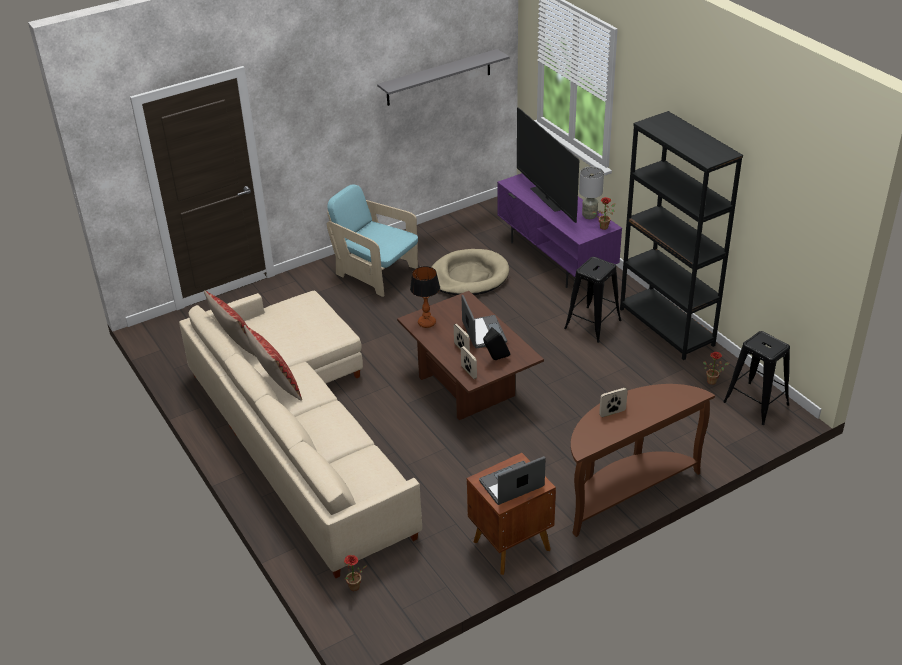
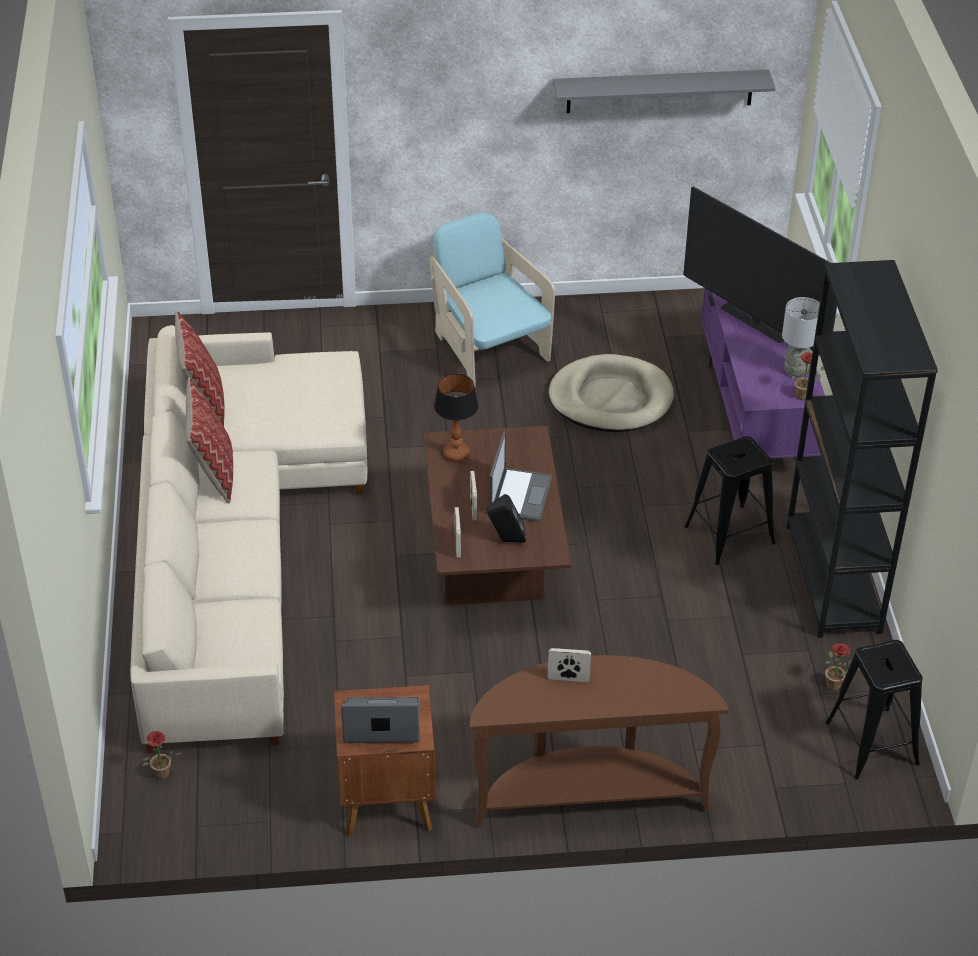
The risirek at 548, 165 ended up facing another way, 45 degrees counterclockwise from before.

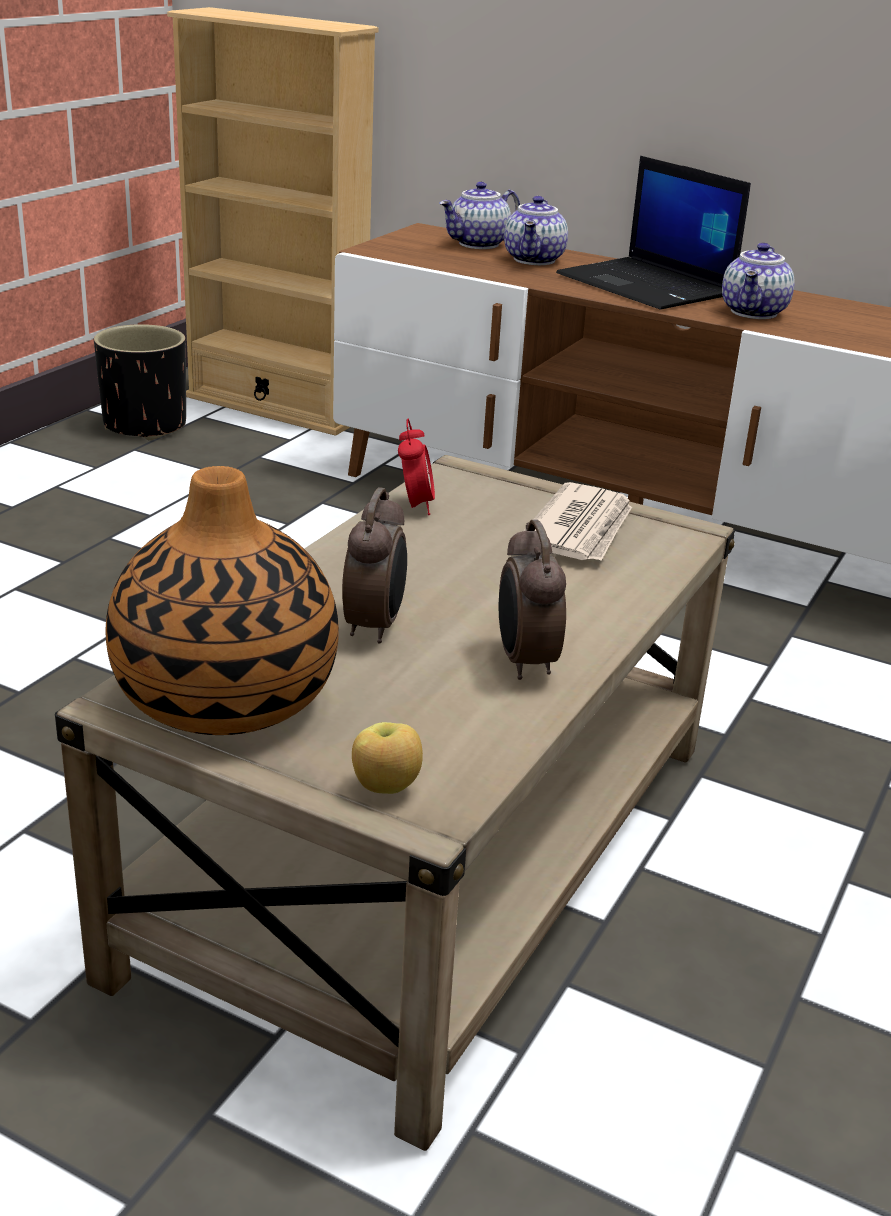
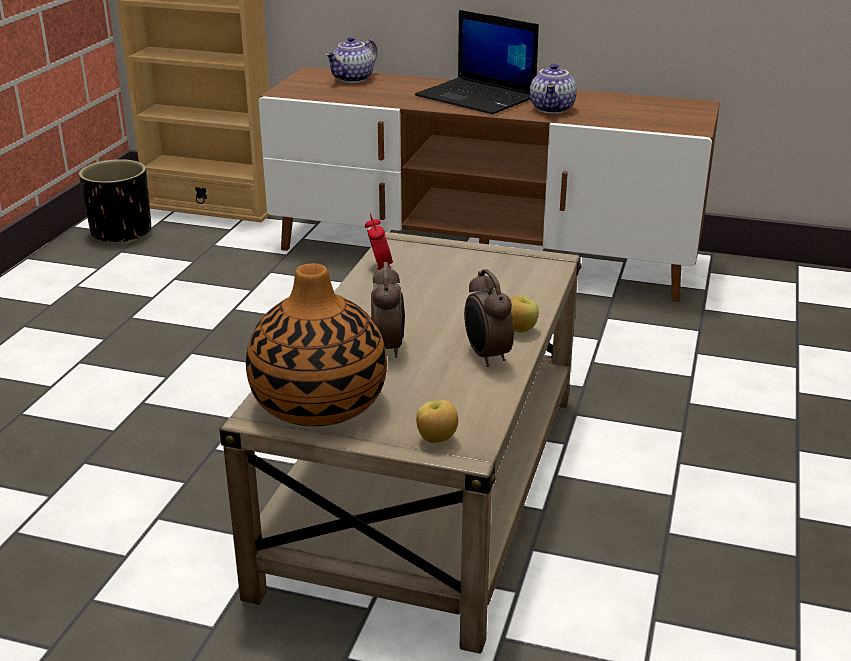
The second view lost the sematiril at 536, 230.
The second view lost the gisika at 577, 521.
The second view gained the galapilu at 524, 314.

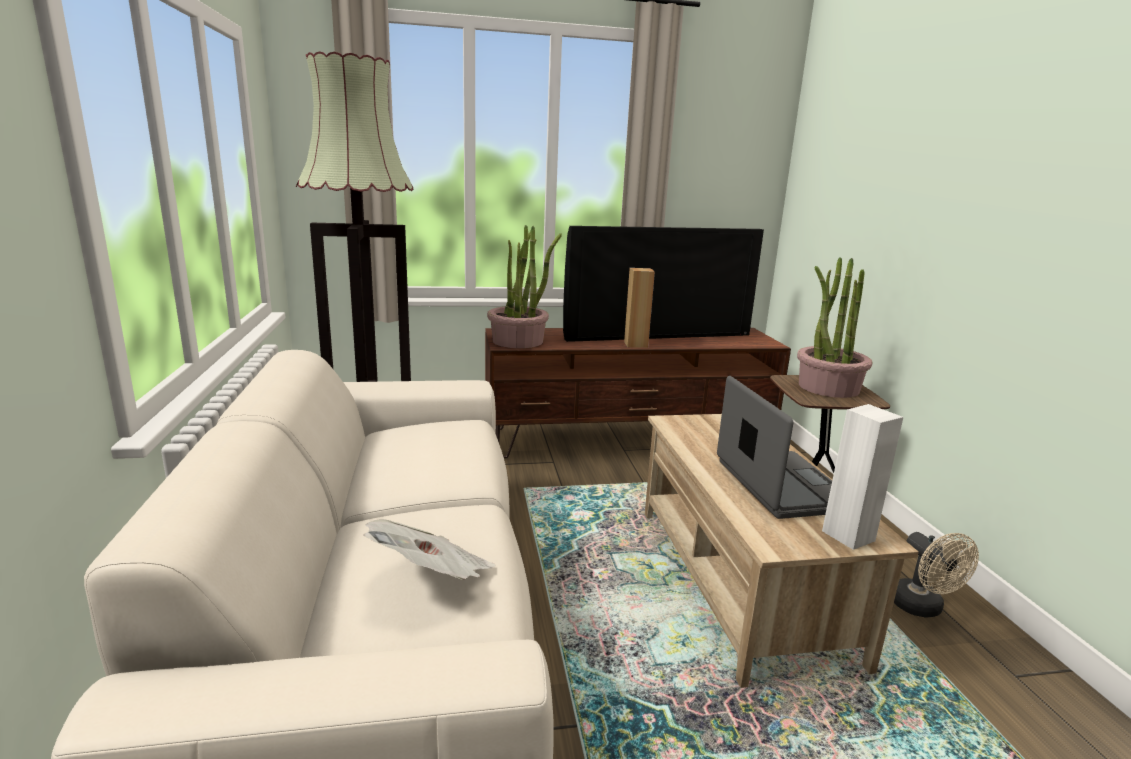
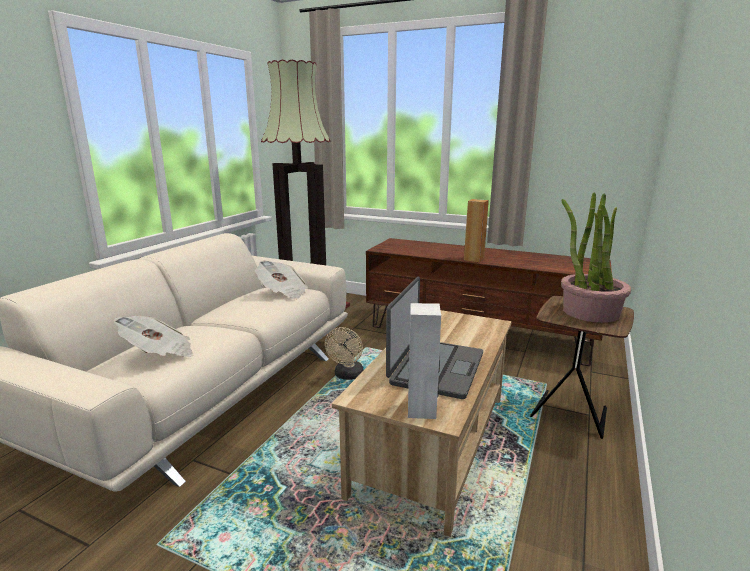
The second view lost the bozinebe at 524, 286.
The second view lost the risirek at 663, 284.
The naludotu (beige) ended up elsewhere, having gone from 936, 575 to 344, 353.
The second view gained the gisika at 281, 279.

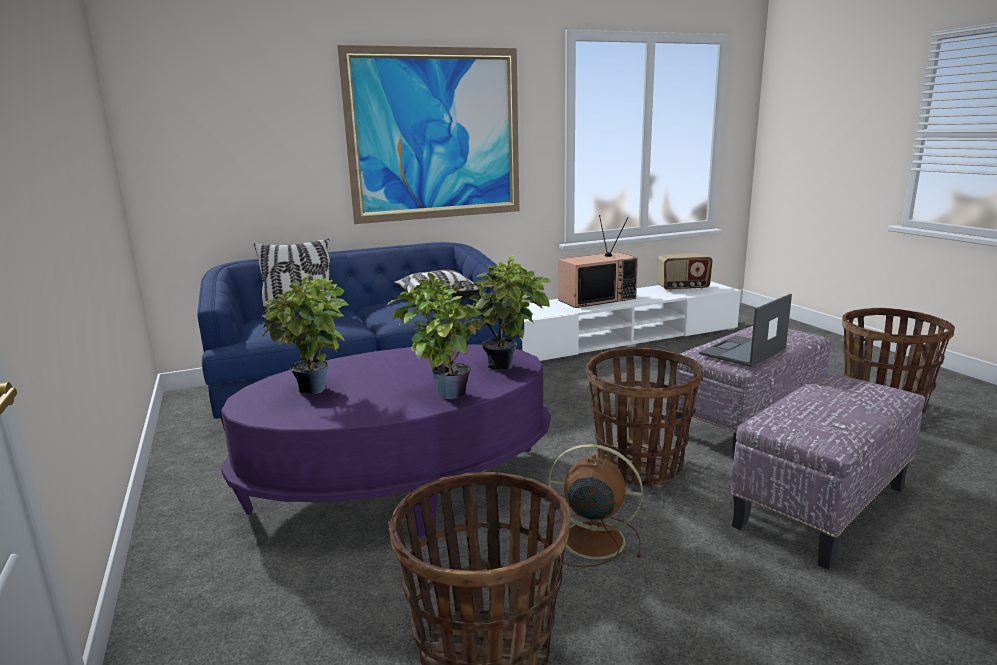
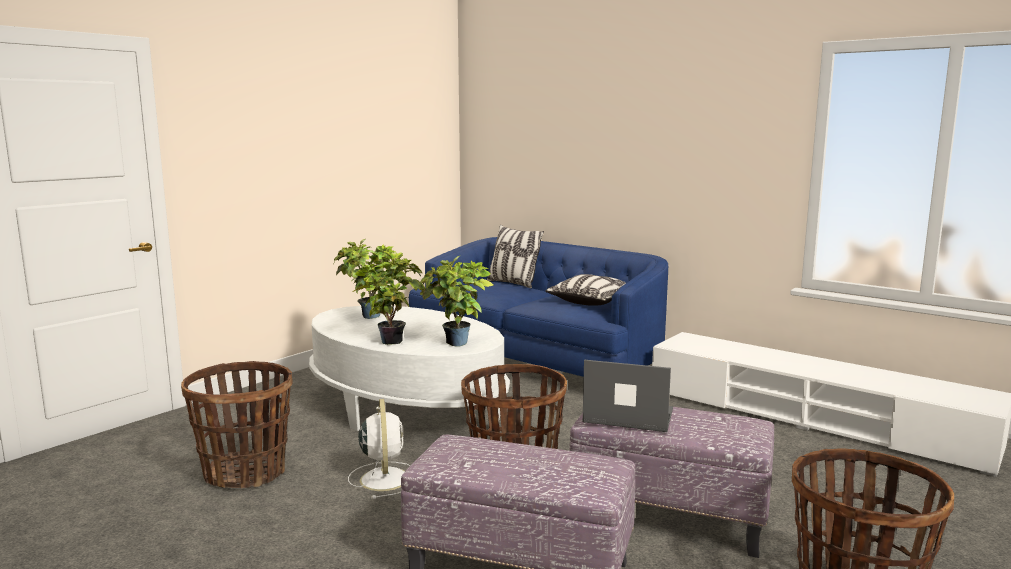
The second view lost the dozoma at 428, 134.
The second view lost the risirek at 598, 261.
The second view lost the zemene at 685, 272.
What was the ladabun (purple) at 386, 441 turned into the ladabun (white) at 409, 368.
What was the naludotu (brown) at 595, 505 turned into the naludotu (white) at 379, 449.

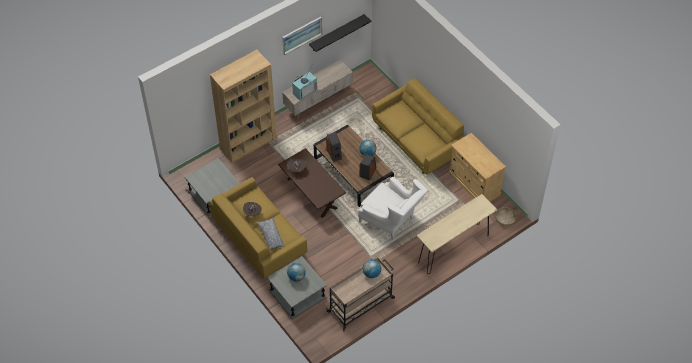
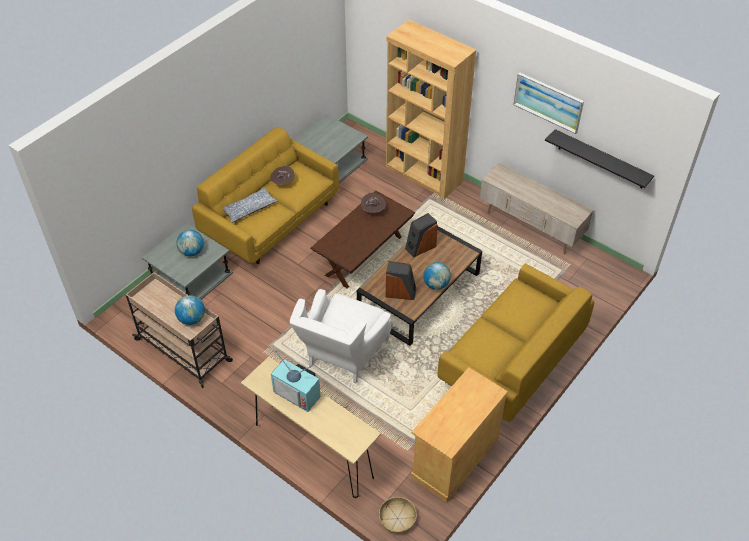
The risirek ended up elsewhere, having gone from 304, 82 to 296, 381.

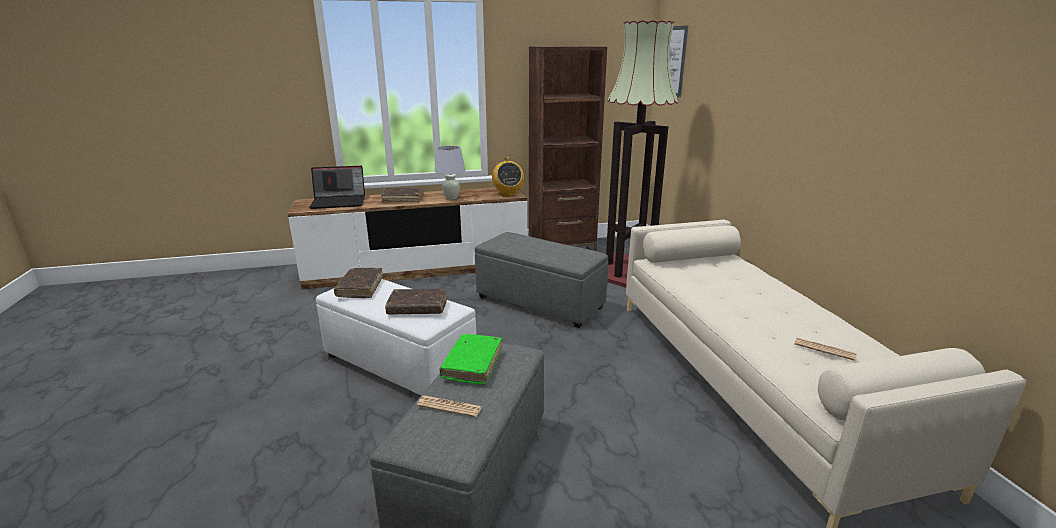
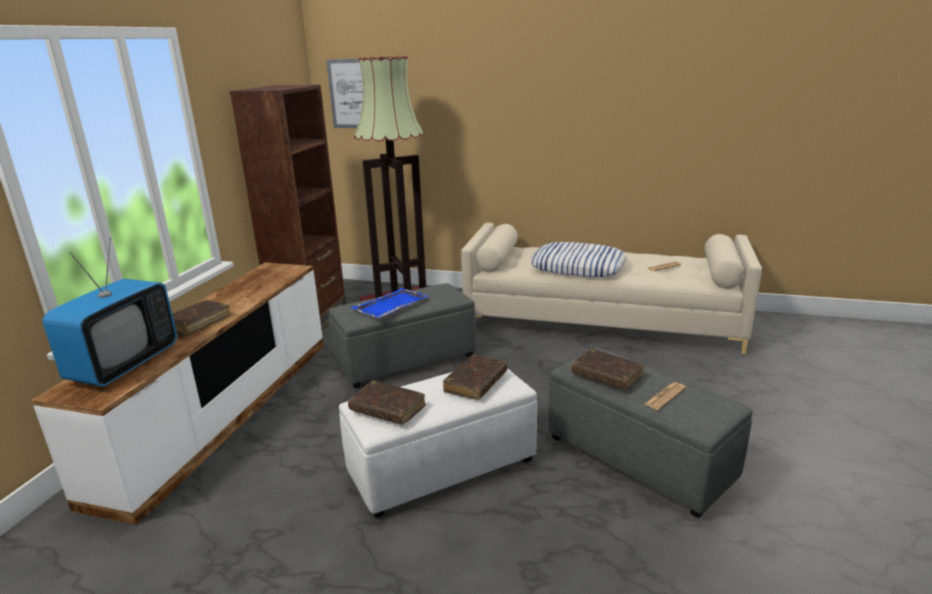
The second view lost the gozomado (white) at 450, 173.
The second view lost the zemene at 508, 176.
Where the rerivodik stood at 337, 187, the risirek came to stand at 109, 312.
What was the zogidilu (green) at 470, 359 turned into the zogidilu (brown) at 607, 369.
The second view gained the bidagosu at 578, 259.
The second view gained the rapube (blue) at 389, 303.

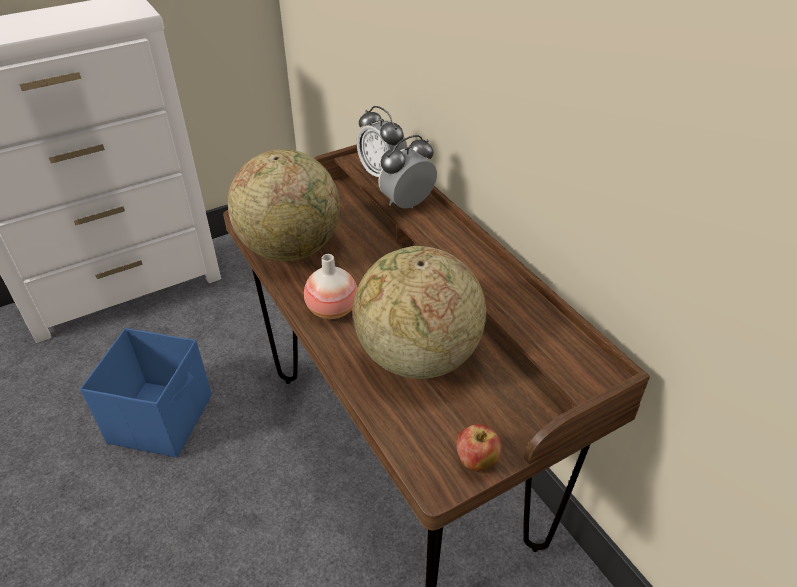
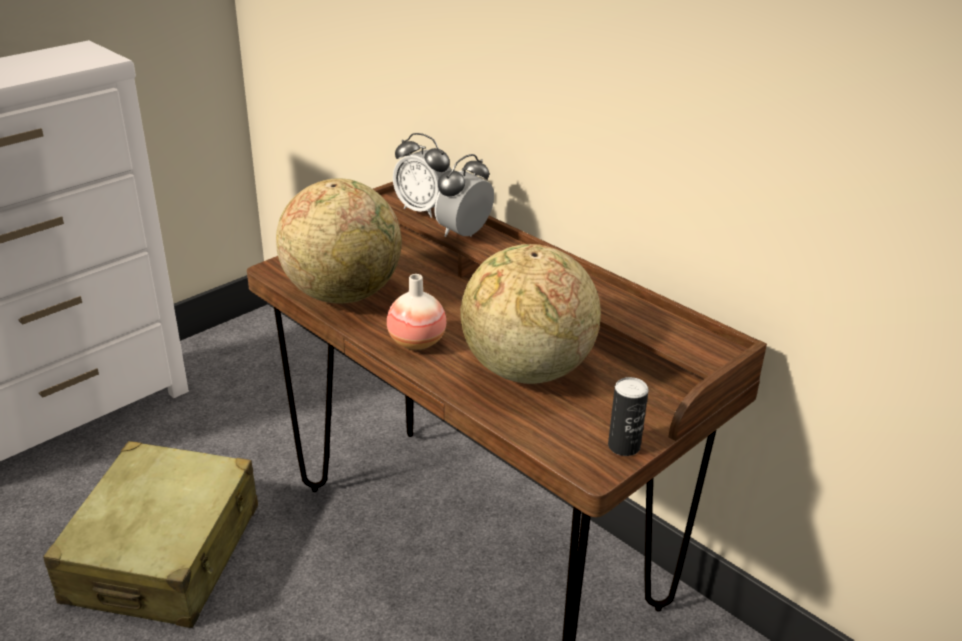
Where the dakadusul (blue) stood at 146, 393, the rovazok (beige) came to stand at 150, 534.
Where the galapilu stood at 478, 448, the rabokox came to stand at 628, 416.

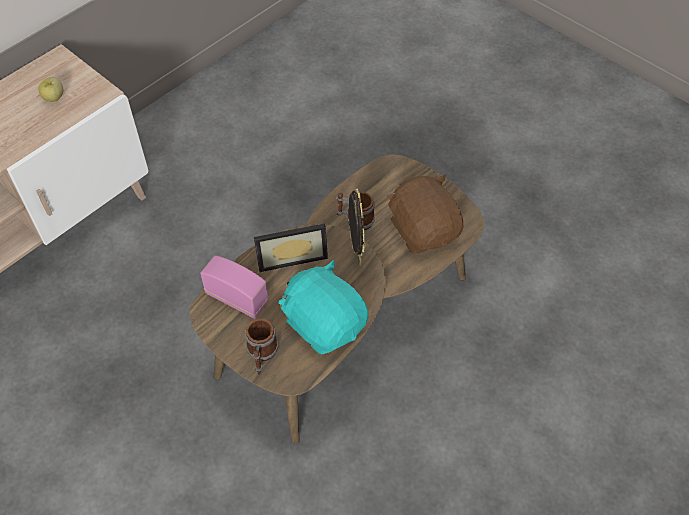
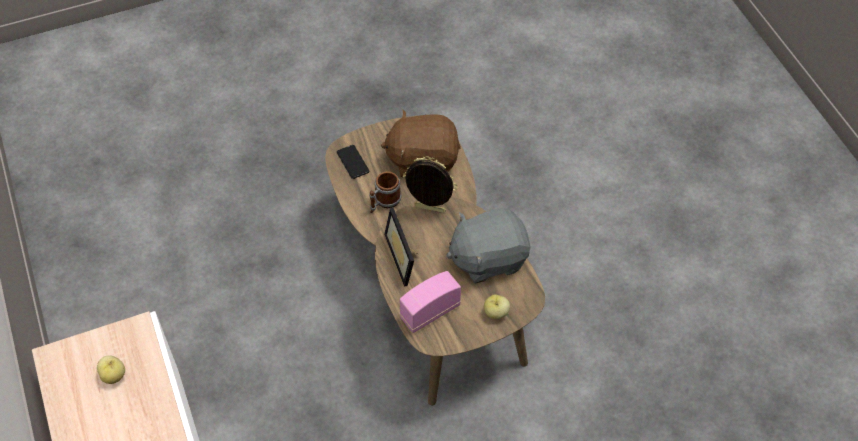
The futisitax at 291, 248 ended up facing another way, 150 degrees clockwise from before.
What was the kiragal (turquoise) at 323, 307 turned into the kiragal (grey) at 488, 245.
Where the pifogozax stood at 261, 346, the galapilu came to stand at 497, 306.
The second view gained the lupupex at 353, 162.

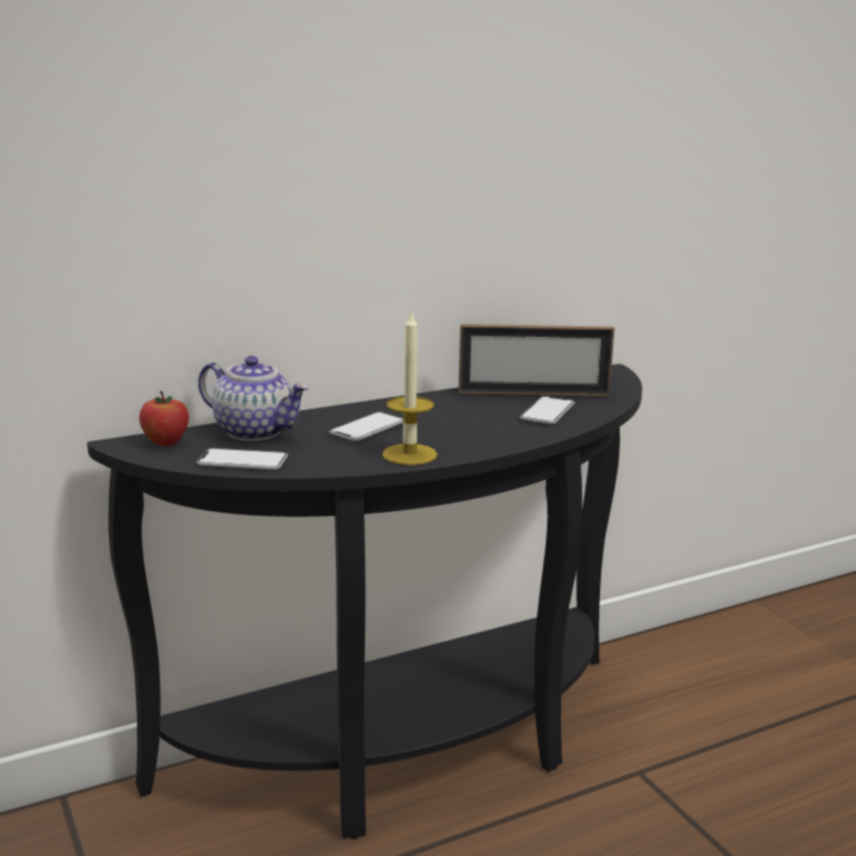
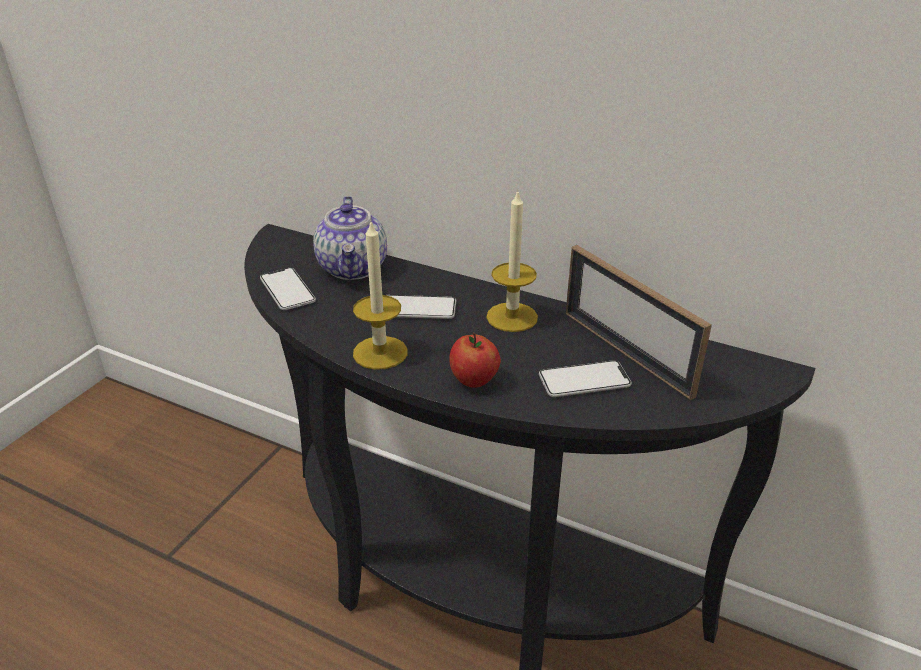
The galapilu ended up elsewhere, having gone from 164, 418 to 475, 360.
The second view gained the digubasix at 512, 260.

